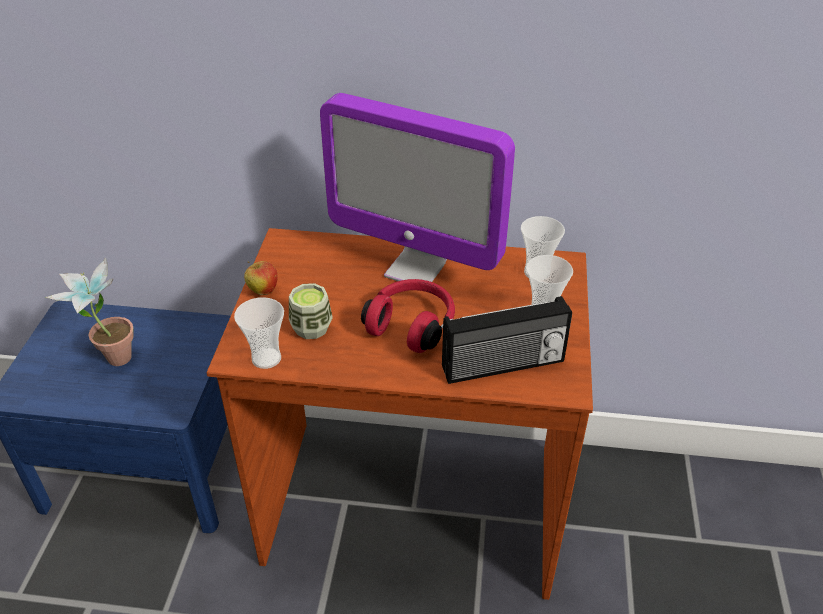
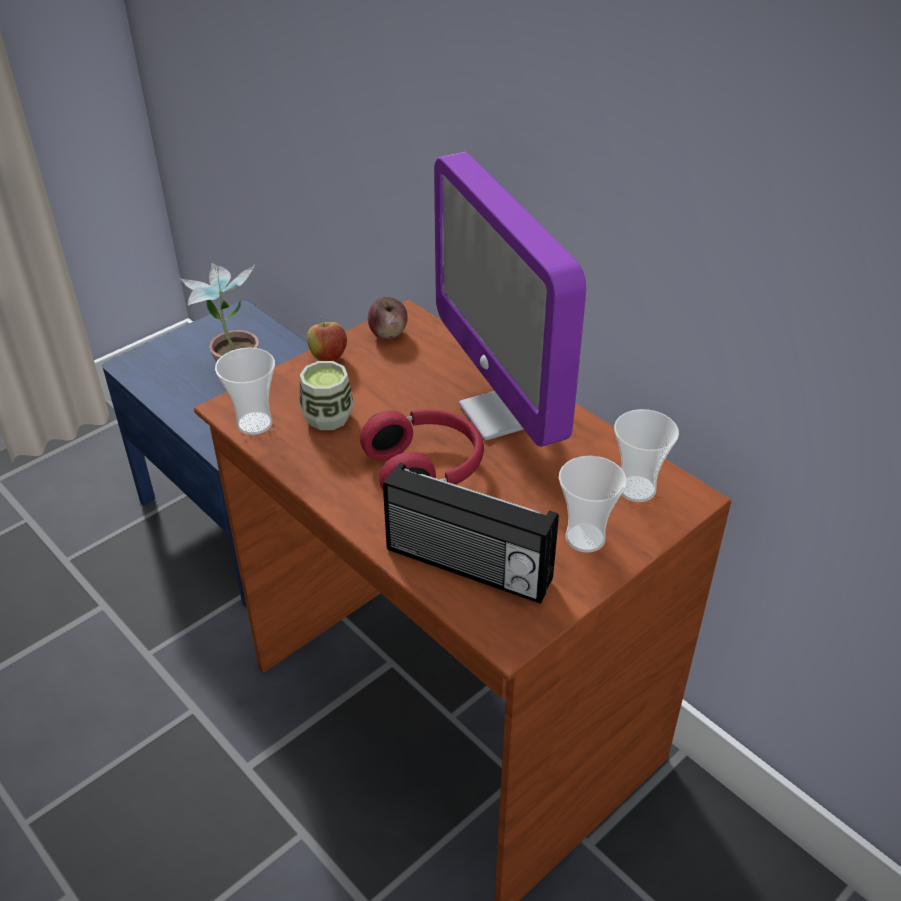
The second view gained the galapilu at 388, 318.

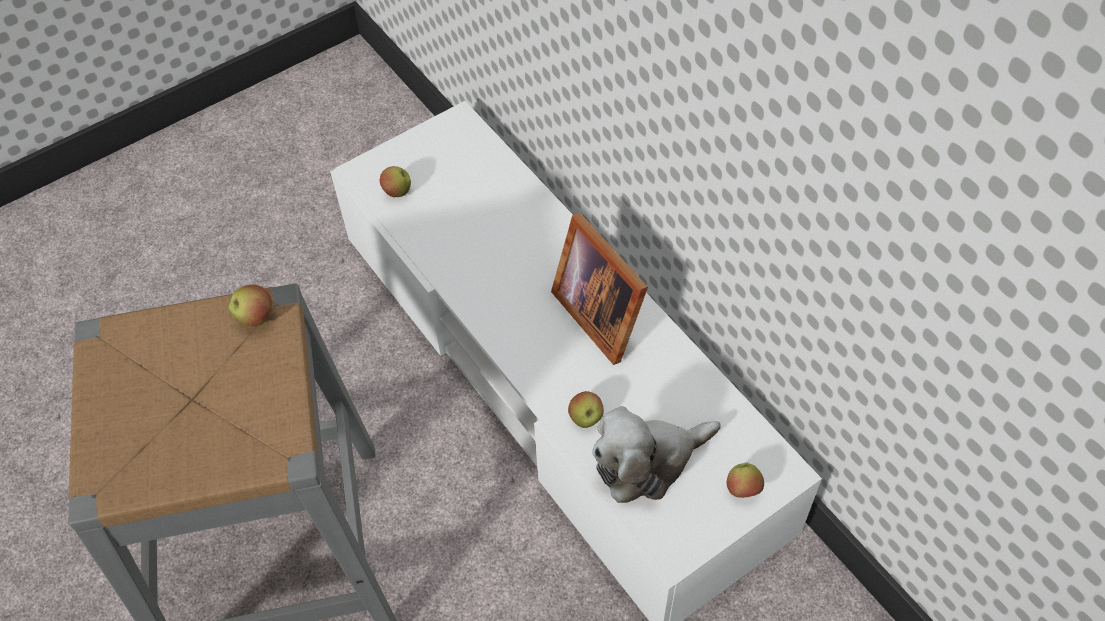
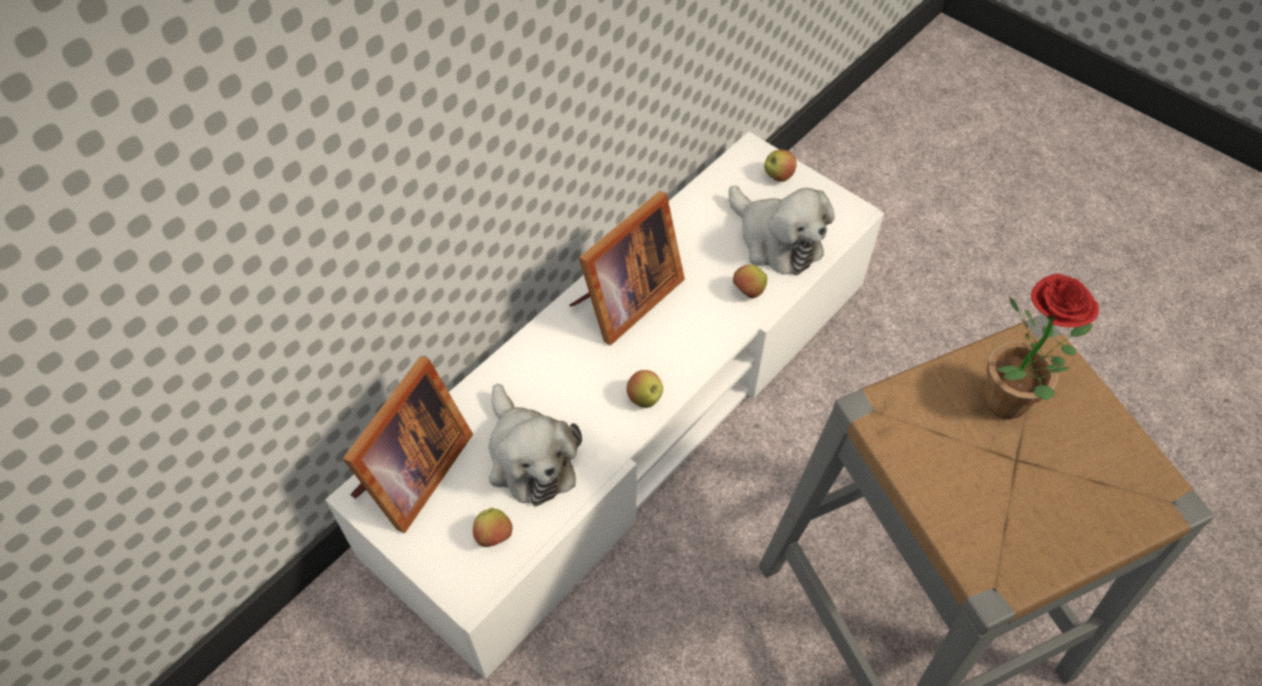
The galapilu ended up elsewhere, having gone from 250, 305 to 645, 389.
The second view gained the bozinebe at 1041, 346.
The second view gained the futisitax at 408, 444.
The second view gained the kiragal at 535, 445.

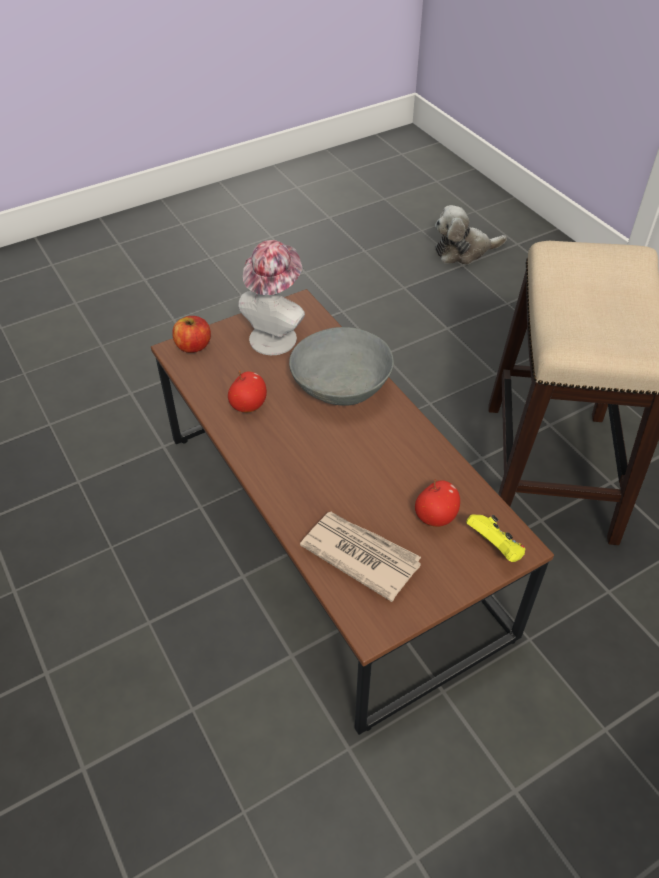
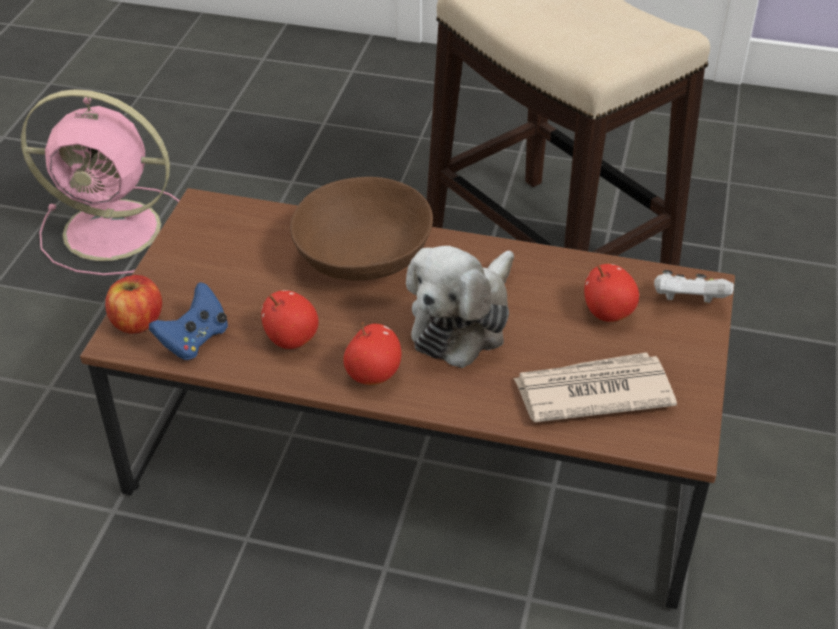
The kiragal ended up elsewhere, having gone from 471, 235 to 460, 307.
The second view lost the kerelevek at 271, 297.
What was the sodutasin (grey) at 341, 366 turned into the sodutasin (brown) at 361, 229.
What was the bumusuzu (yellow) at 496, 538 turned into the bumusuzu (white) at 694, 286.
The second view gained the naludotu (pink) at 100, 182.
The second view gained the bumusuzu (blue) at 188, 321.
The second view gained the galapilu at 372, 353.

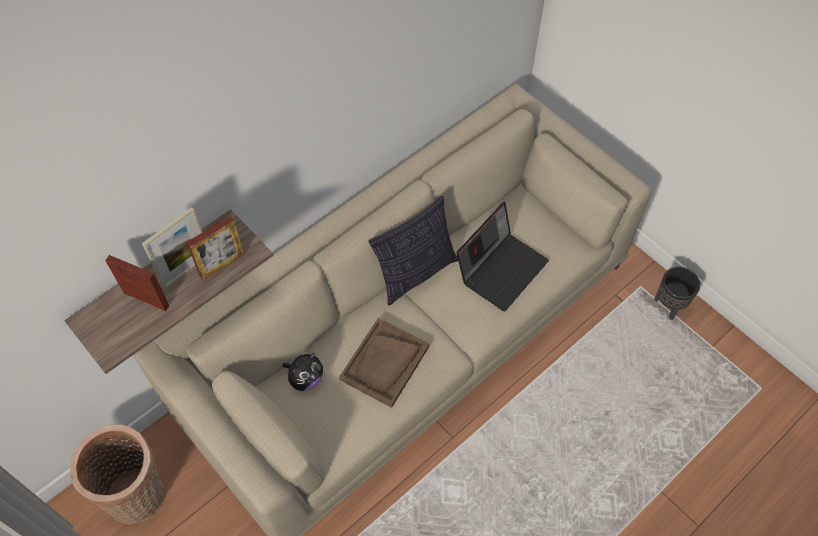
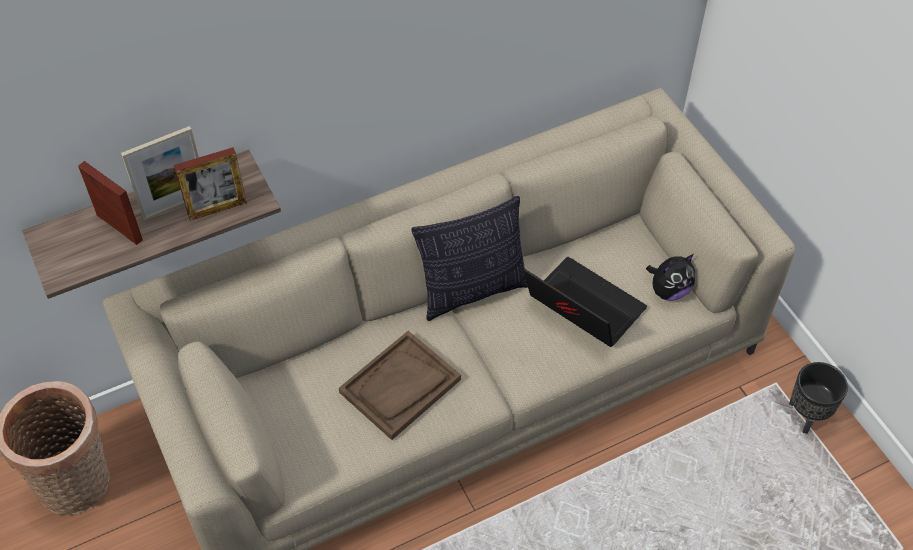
The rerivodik at 502, 257 ended up facing another way, 105 degrees counterclockwise from before.
The kiragal ended up elsewhere, having gone from 303, 372 to 670, 277.

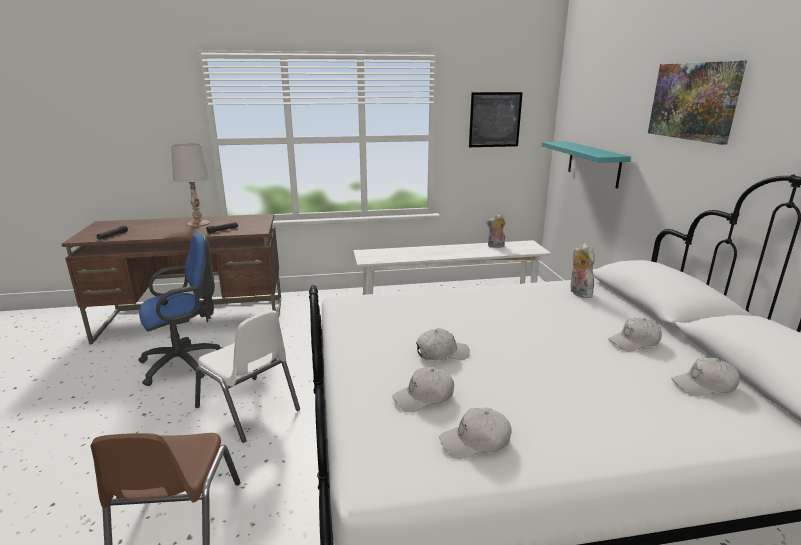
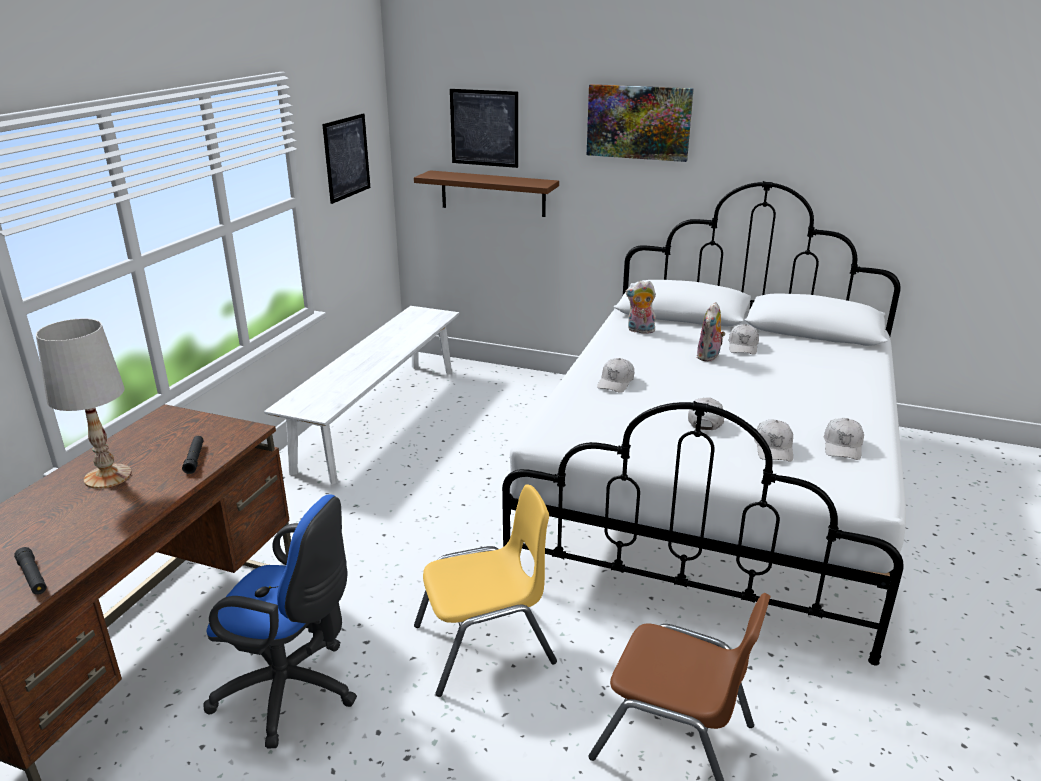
What was the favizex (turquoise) at 586, 165 turned into the favizex (brown) at 486, 193.
The kiragal ended up elsewhere, having gone from 496, 231 to 711, 332.
The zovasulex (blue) at 180, 310 ended up facing another way, 105 degrees clockwise from before.
What was the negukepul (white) at 247, 376 turned into the negukepul (yellow) at 485, 590.
The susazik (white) ended up elsewhere, having gone from 705, 377 to 615, 375.
The second view gained the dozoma at 484, 128.

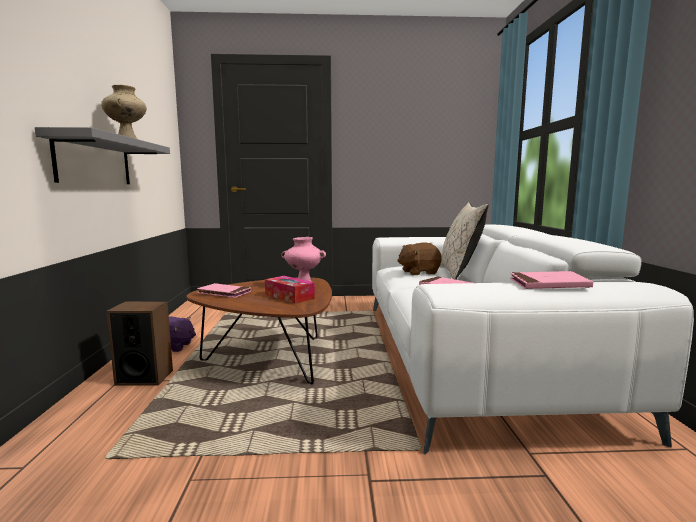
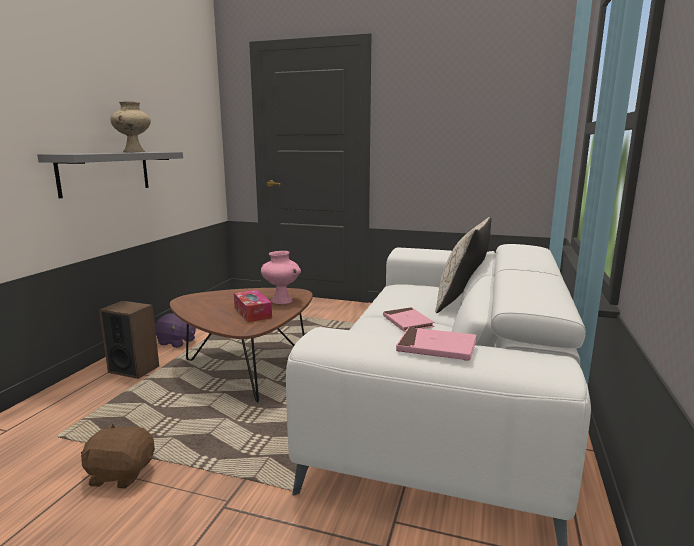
The kiragal (brown) ended up elsewhere, having gone from 419, 259 to 118, 456.
The second view lost the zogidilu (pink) at 224, 290.

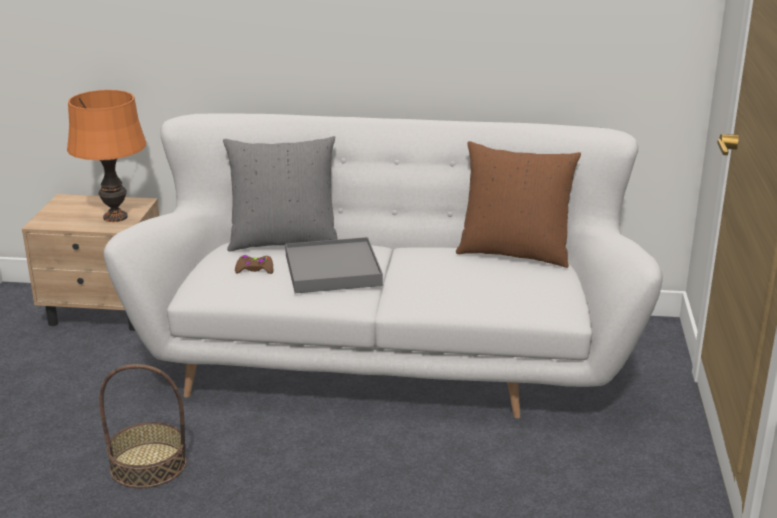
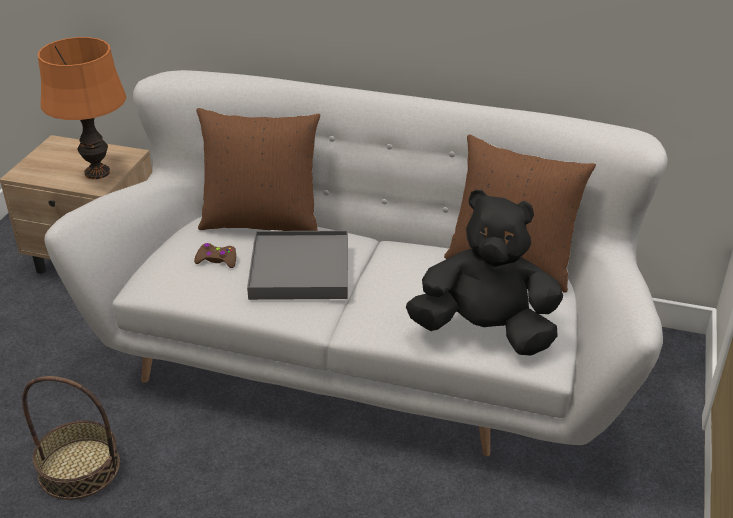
What was the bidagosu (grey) at 280, 194 turned into the bidagosu (brown) at 258, 169.
The second view gained the kiragal (black) at 484, 273.

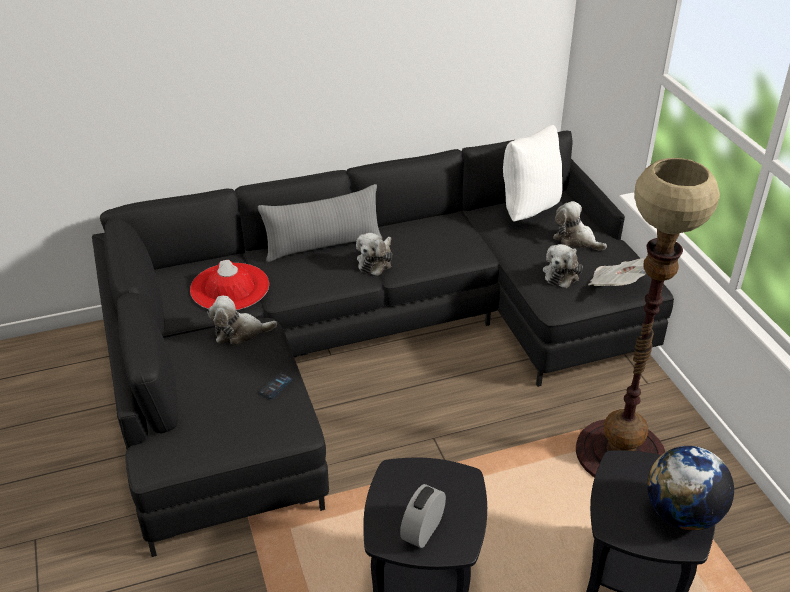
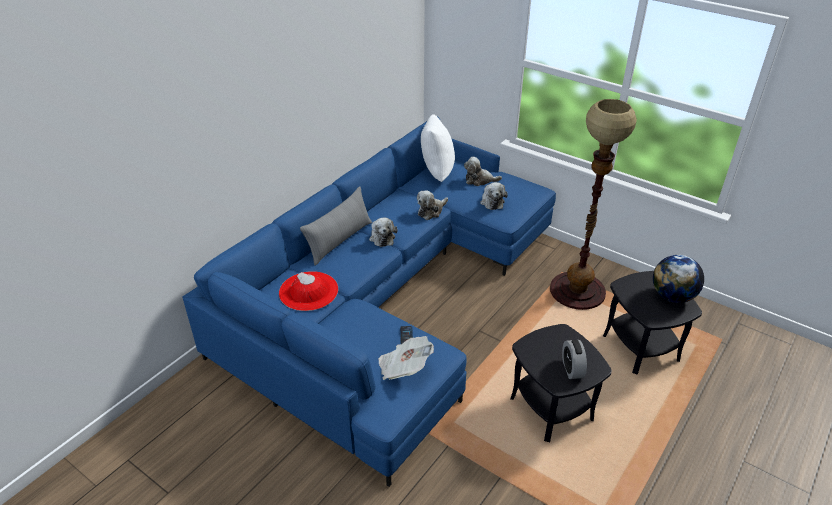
What was the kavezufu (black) at 383, 343 turned into the kavezufu (blue) at 369, 301.
The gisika ended up elsewhere, having gone from 617, 272 to 406, 358.
The kiragal ended up elsewhere, having gone from 242, 320 to 432, 205.

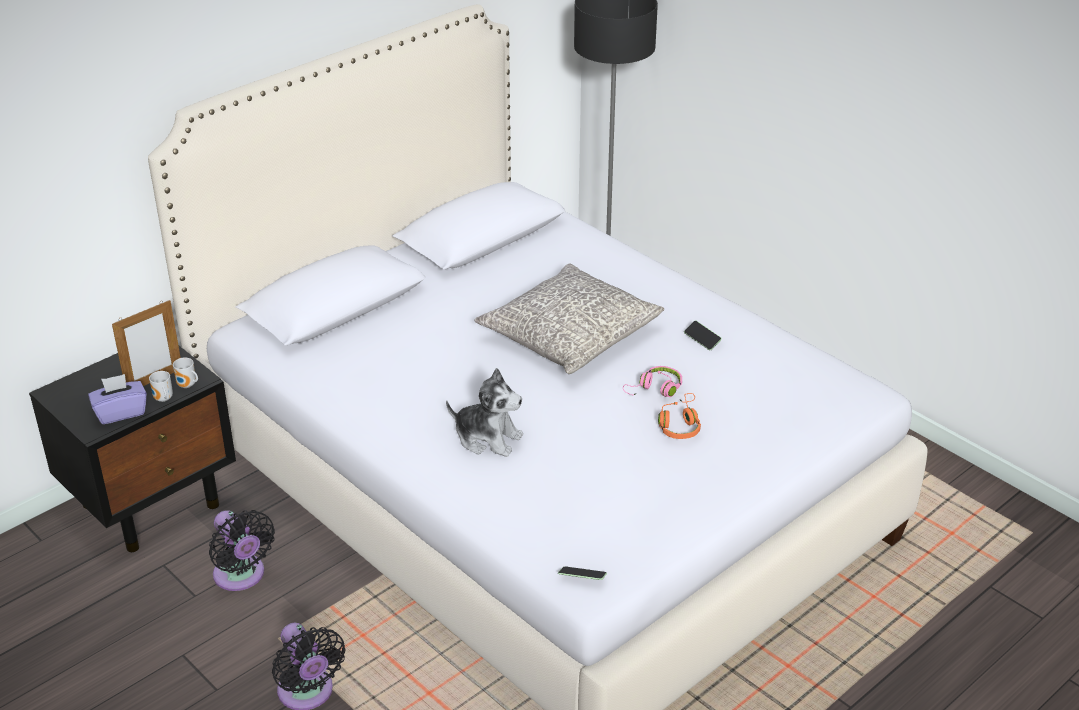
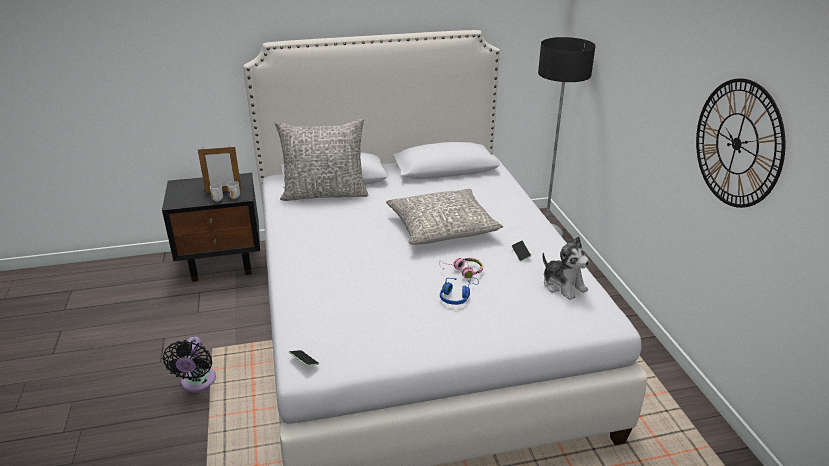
The kiragal ended up elsewhere, having gone from 484, 412 to 566, 268.
The second view lost the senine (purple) at 117, 399.
What was the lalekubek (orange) at 679, 416 turned into the lalekubek (blue) at 459, 291.
The second view lost the naludotu (black) at 242, 550.
The second view gained the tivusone at 741, 143.
The second view gained the bidagosu (grey) at 322, 160.

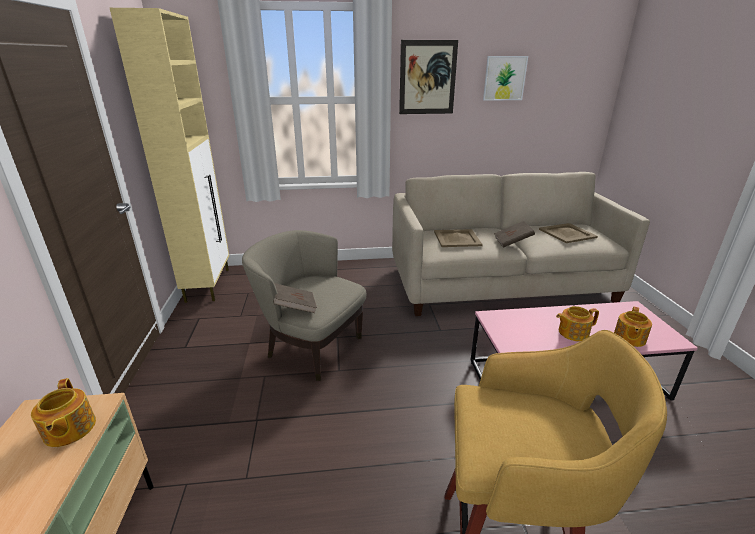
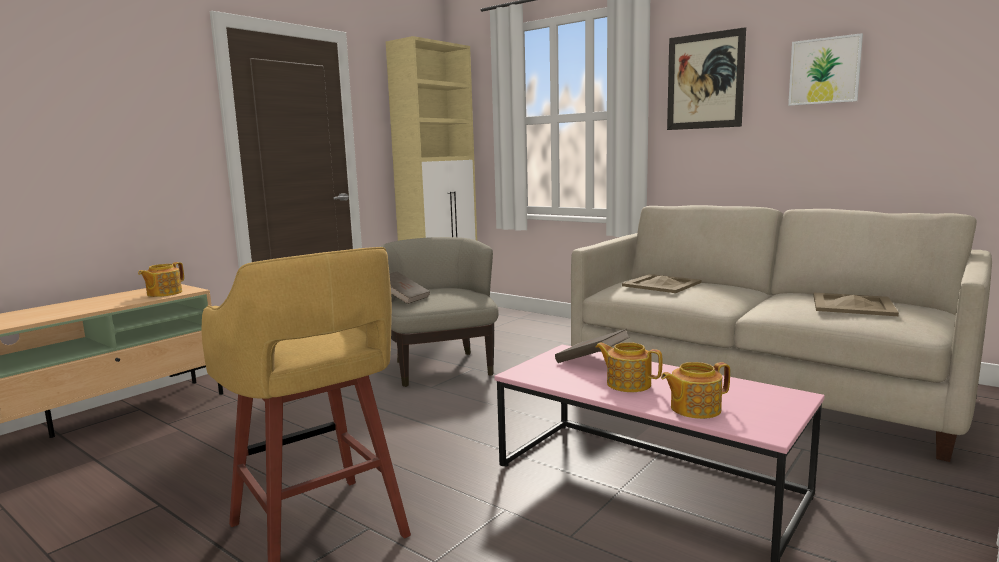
The zogidilu (brown) ended up elsewhere, having gone from 514, 234 to 592, 346.

